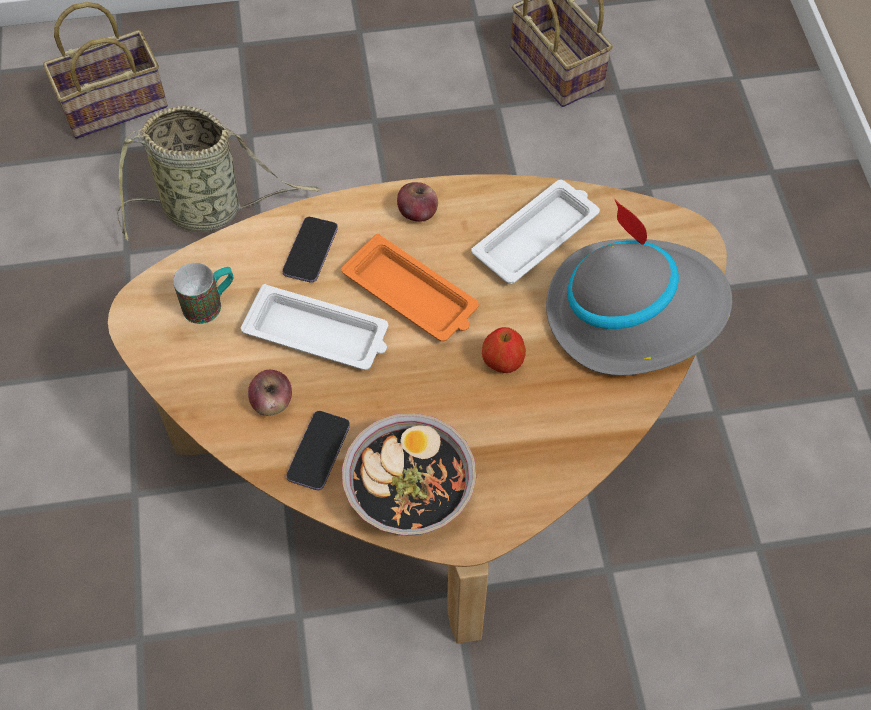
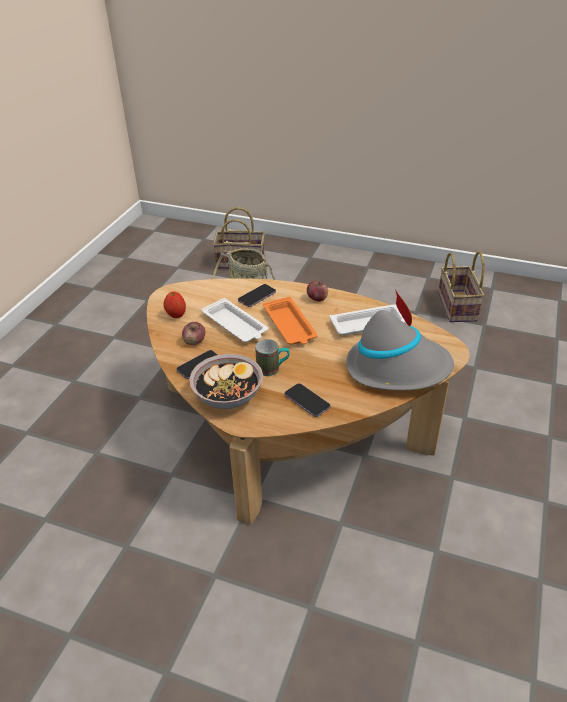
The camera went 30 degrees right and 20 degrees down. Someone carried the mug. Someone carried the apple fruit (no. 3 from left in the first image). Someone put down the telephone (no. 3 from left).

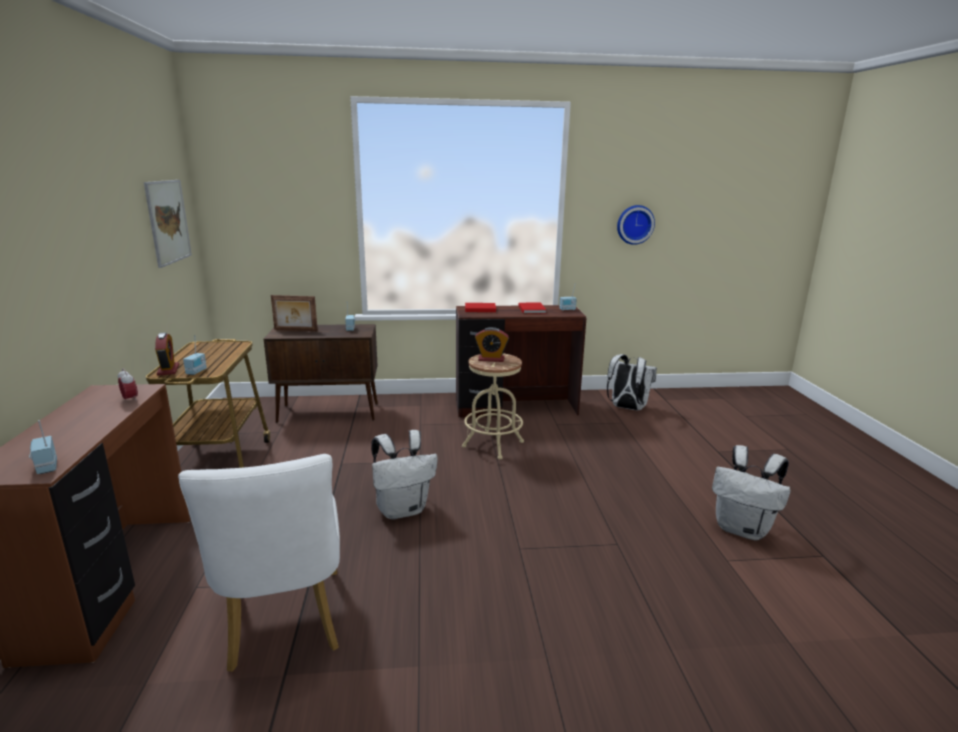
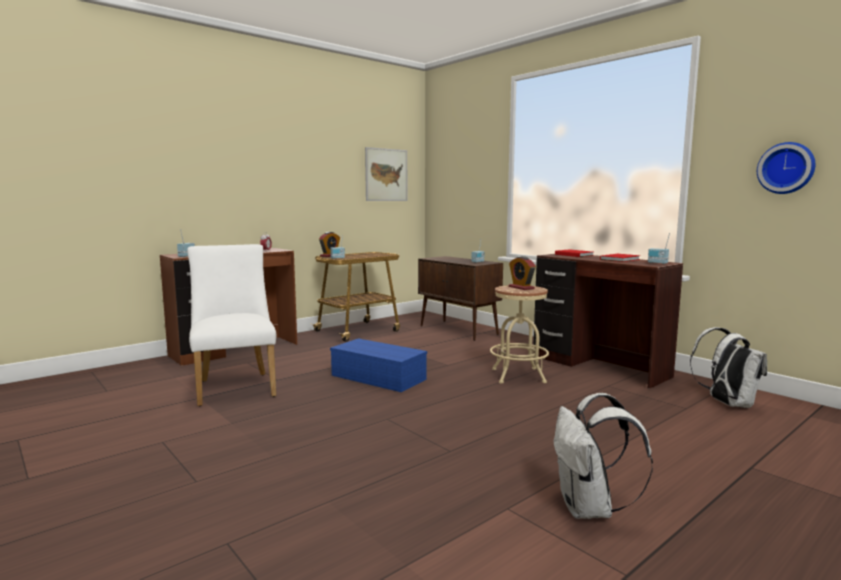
The camera went 55 degrees right and 10 degrees down. Someone rotated the upright chair/whitish by 120 degrees clockwise. Someone took away the photo frame. Someone swapped the rucksack/whitish (no. 1 from left) for the storage box/blue-coloured.

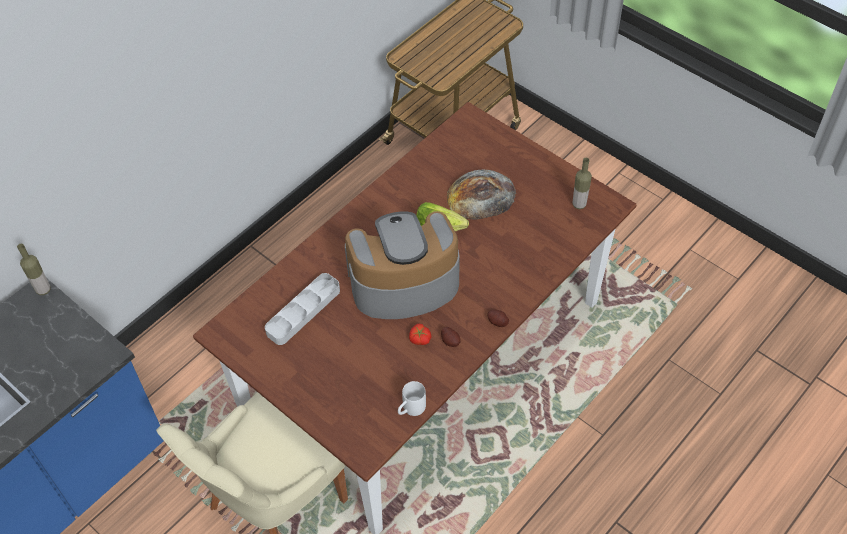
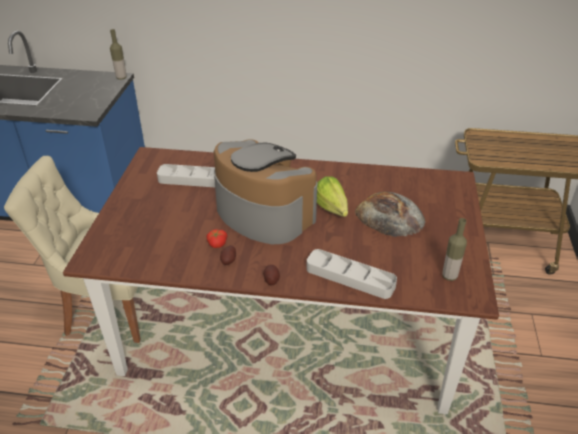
The camera went 55 degrees right and 15 degrees down. Someone took away the mug/whitish. Someone put down the serving tray/gray (no. 2 from left).

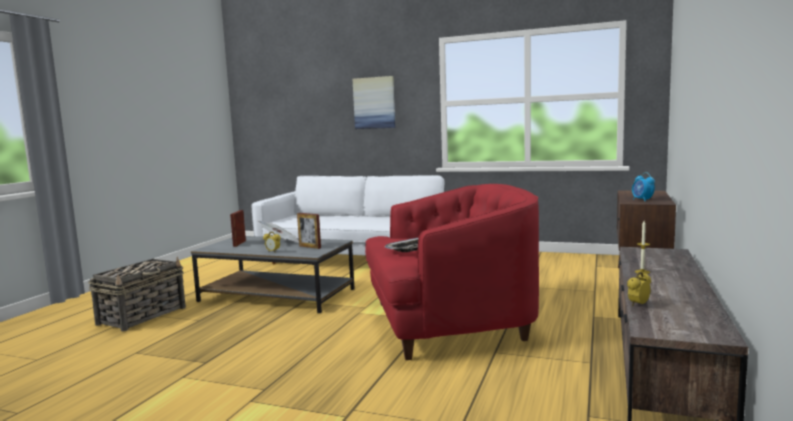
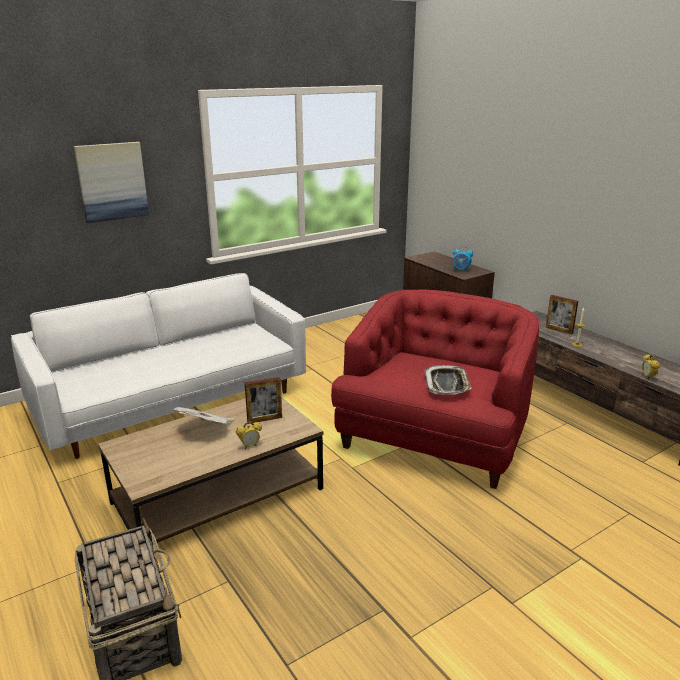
The camera went 55 degrees left and 15 degrees up. Someone repainted the coffee table/gray, which became the coffee table/brown. Someone carried the photo frame (no. 1 from left in the first image).

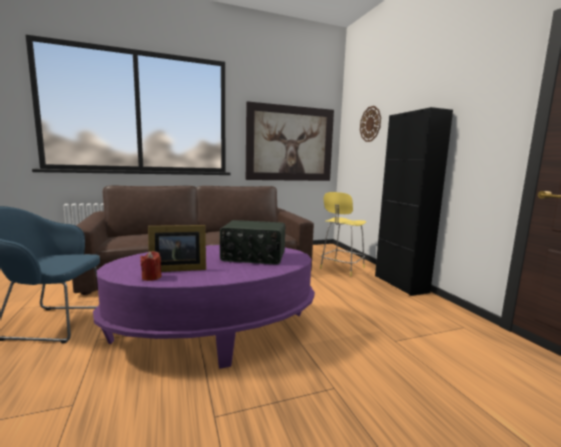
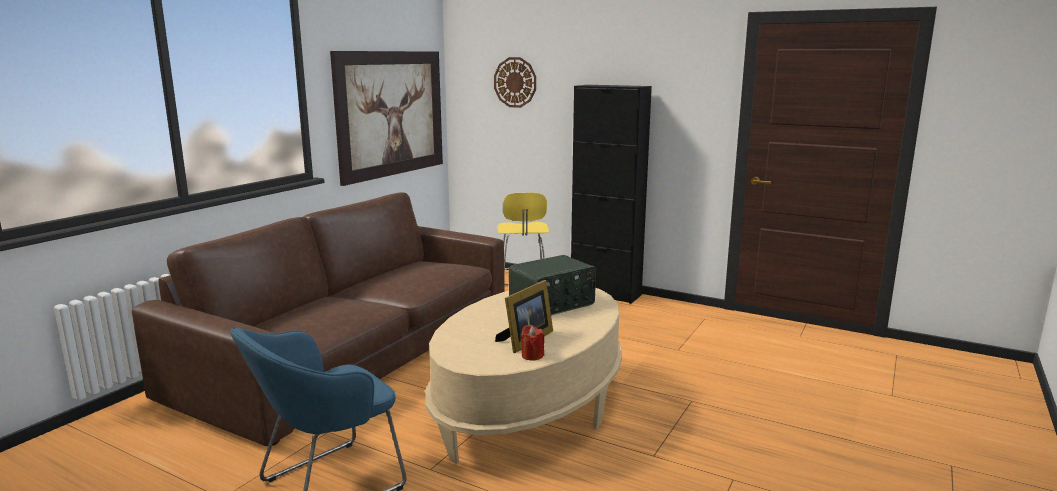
The camera went 40 degrees left and 5 degrees up. Someone repainted the coffee table/purplish, which became the coffee table/sand-coloured.

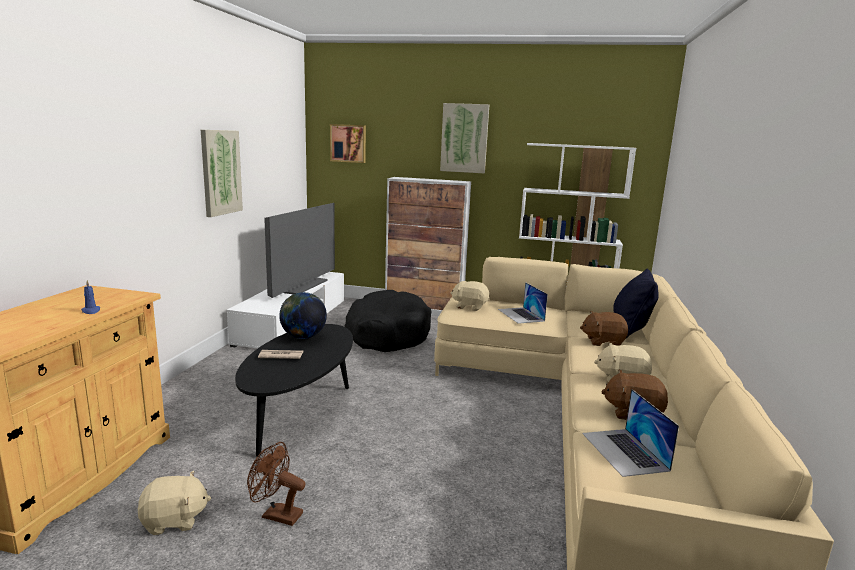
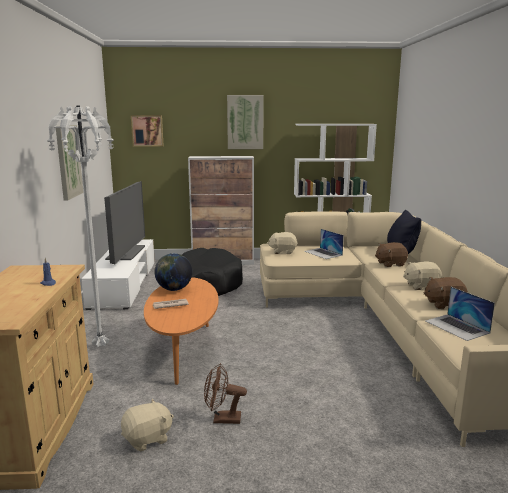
The camera went 15 degrees left and 0 degrees up. Someone repainted the coffee table/blackish, which became the coffee table/orange. Someone put down the floor lamp/whitish.

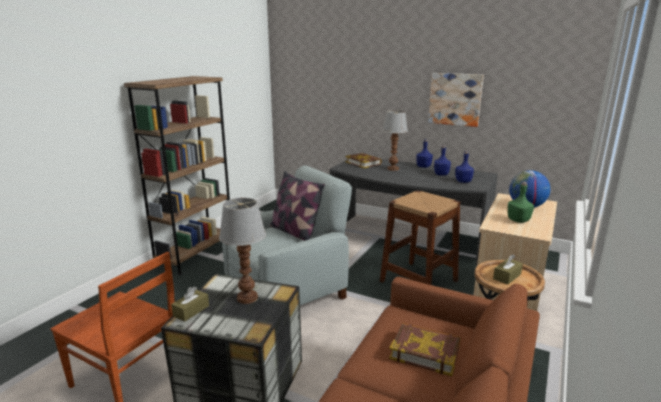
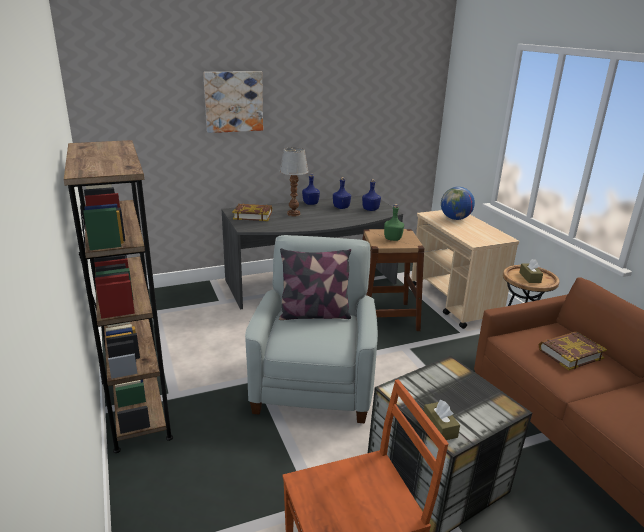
The camera went 50 degrees left and 5 degrees up. Someone took away the table lamp (no. 1 from left). Someone carried the wall art. Someone carried the beverage bottle/greenish.

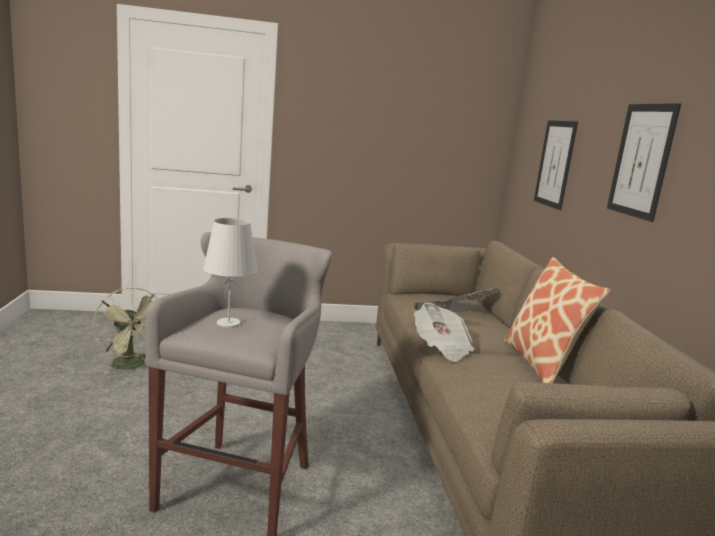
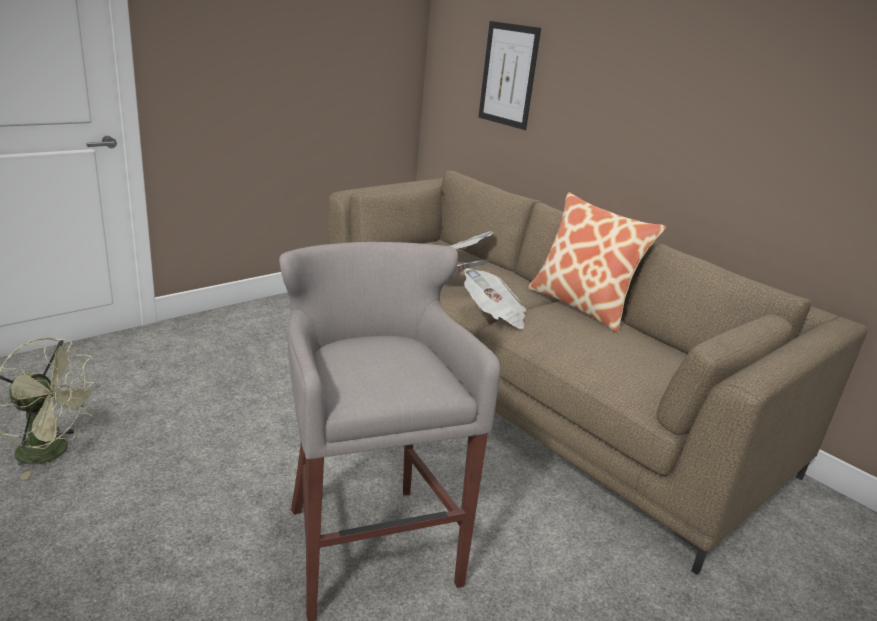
The camera went 35 degrees left and 10 degrees up. Someone took away the table lamp/whitish. Someone took away the wall art (no. 2 from left).

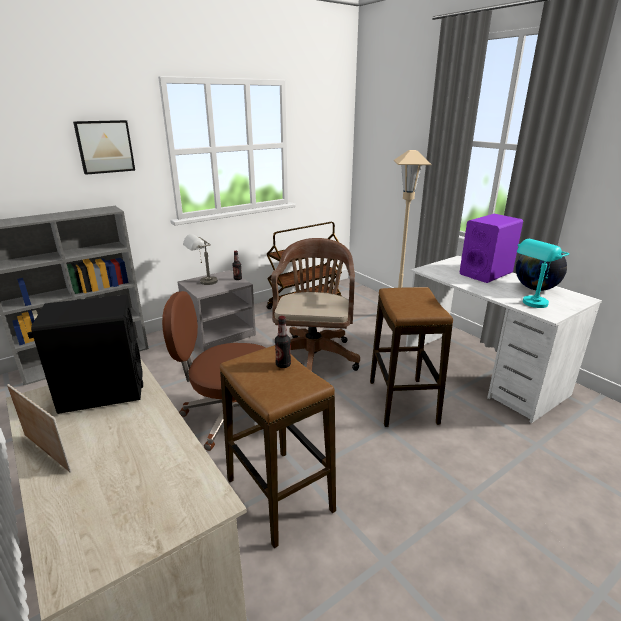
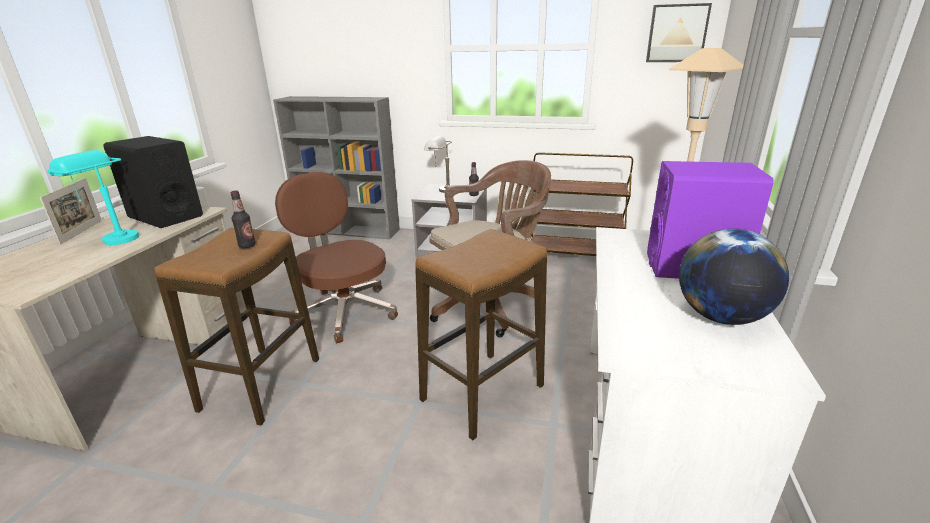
The camera went 50 degrees right and 0 degrees up. Someone carried the wall art. Someone carried the table lamp/turquoise.

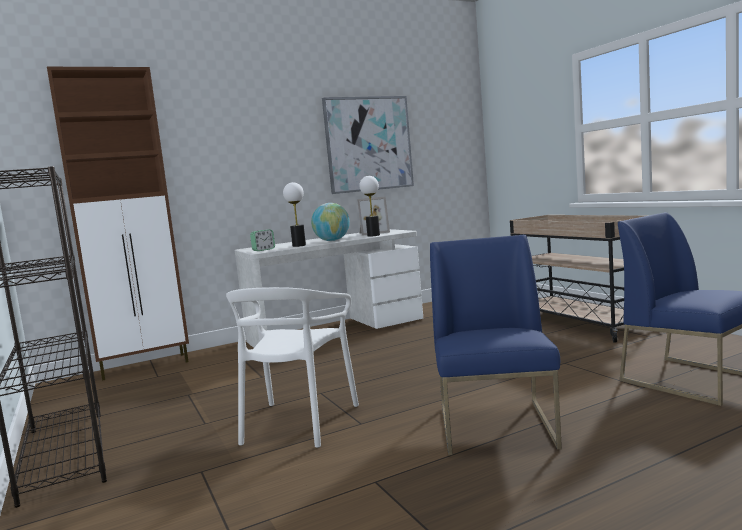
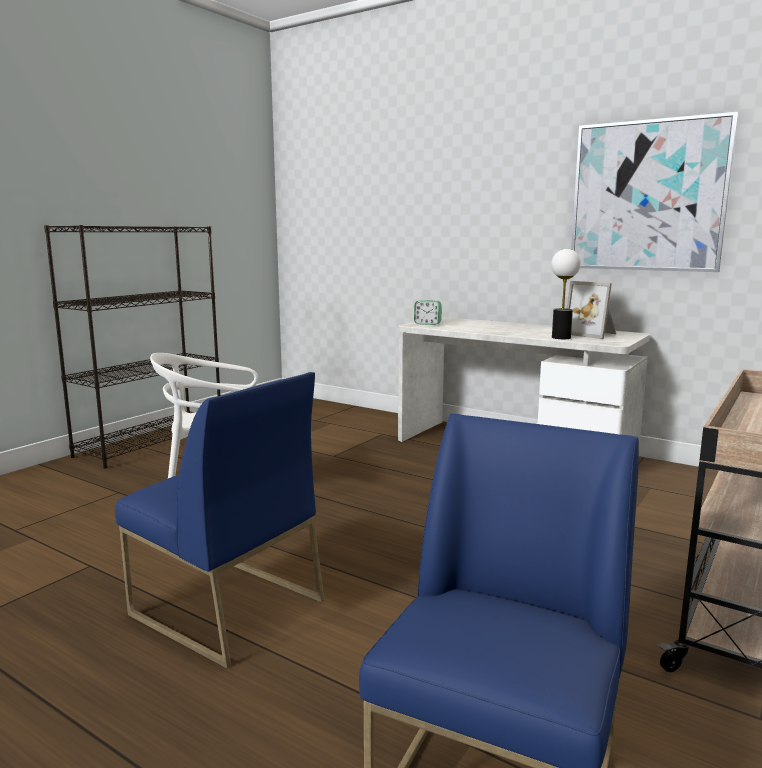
The camera went 60 degrees right and 5 degrees up. Someone took away the storage cabinet/brown. Someone took away the table lamp (no. 1 from left). Someone took away the world globe. Someone rotated the upright chair/blue-coloured (no. 1 from left) by 60 degrees clockwise.

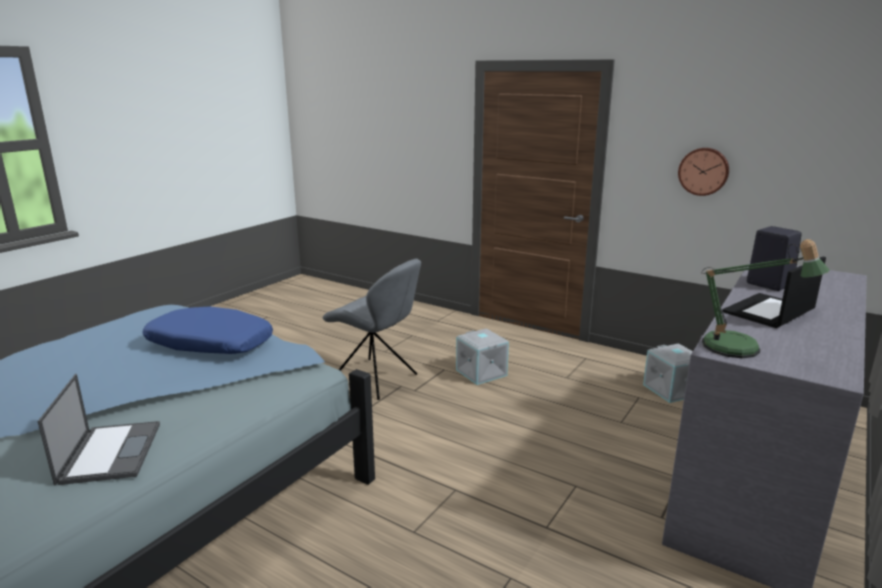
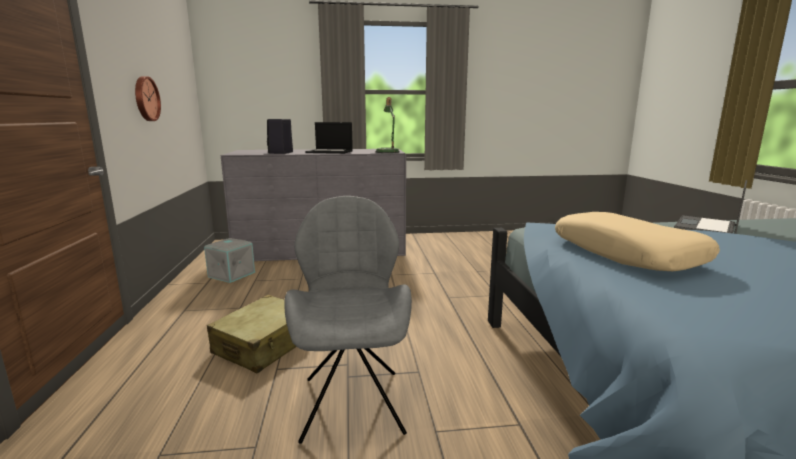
The camera went 130 degrees left and 5 degrees down. Someone repainted the throw pillow/blue-coloured, which became the throw pillow/sand-coloured. Someone swapped the storage box/gray (no. 1 from left) for the suitcase/sand-coloured.

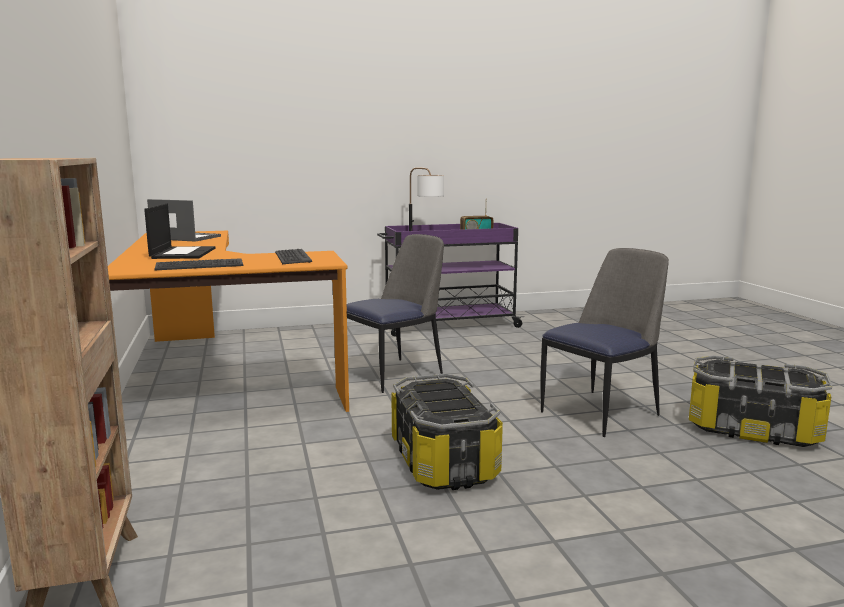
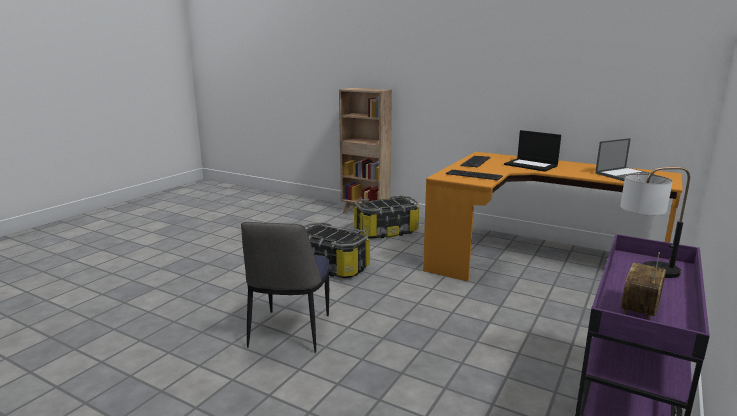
The camera went 135 degrees right and 5 degrees up. Someone took away the upright chair (no. 1 from left). Someone carried the storage box (no. 2 from left).

